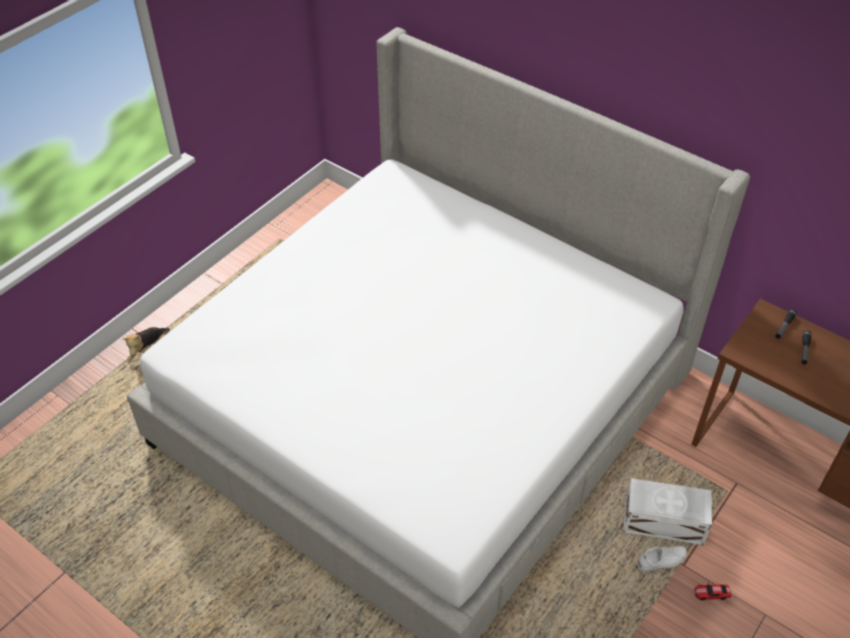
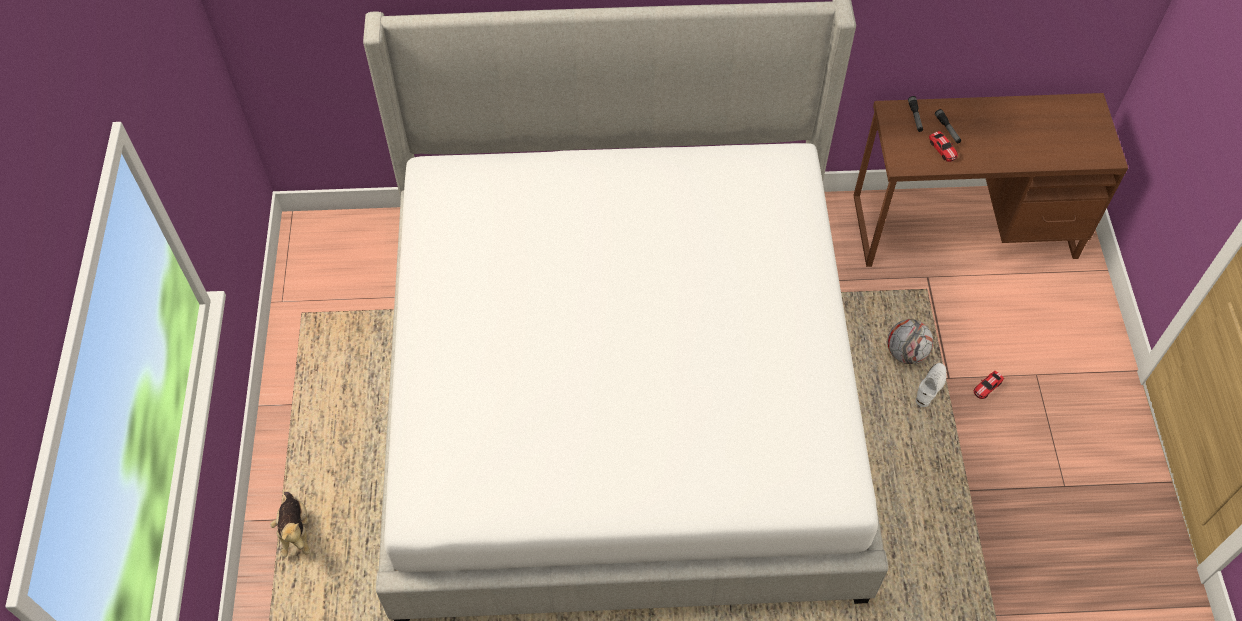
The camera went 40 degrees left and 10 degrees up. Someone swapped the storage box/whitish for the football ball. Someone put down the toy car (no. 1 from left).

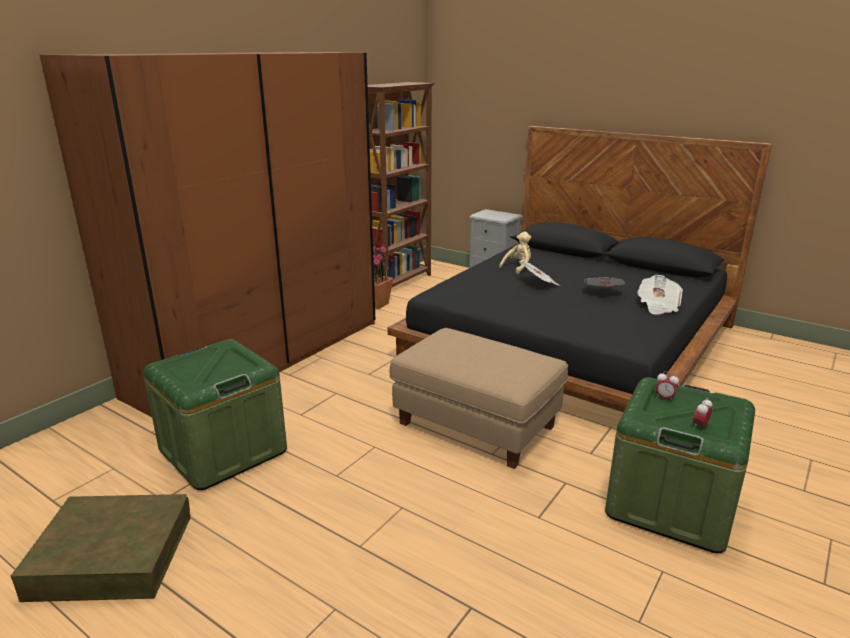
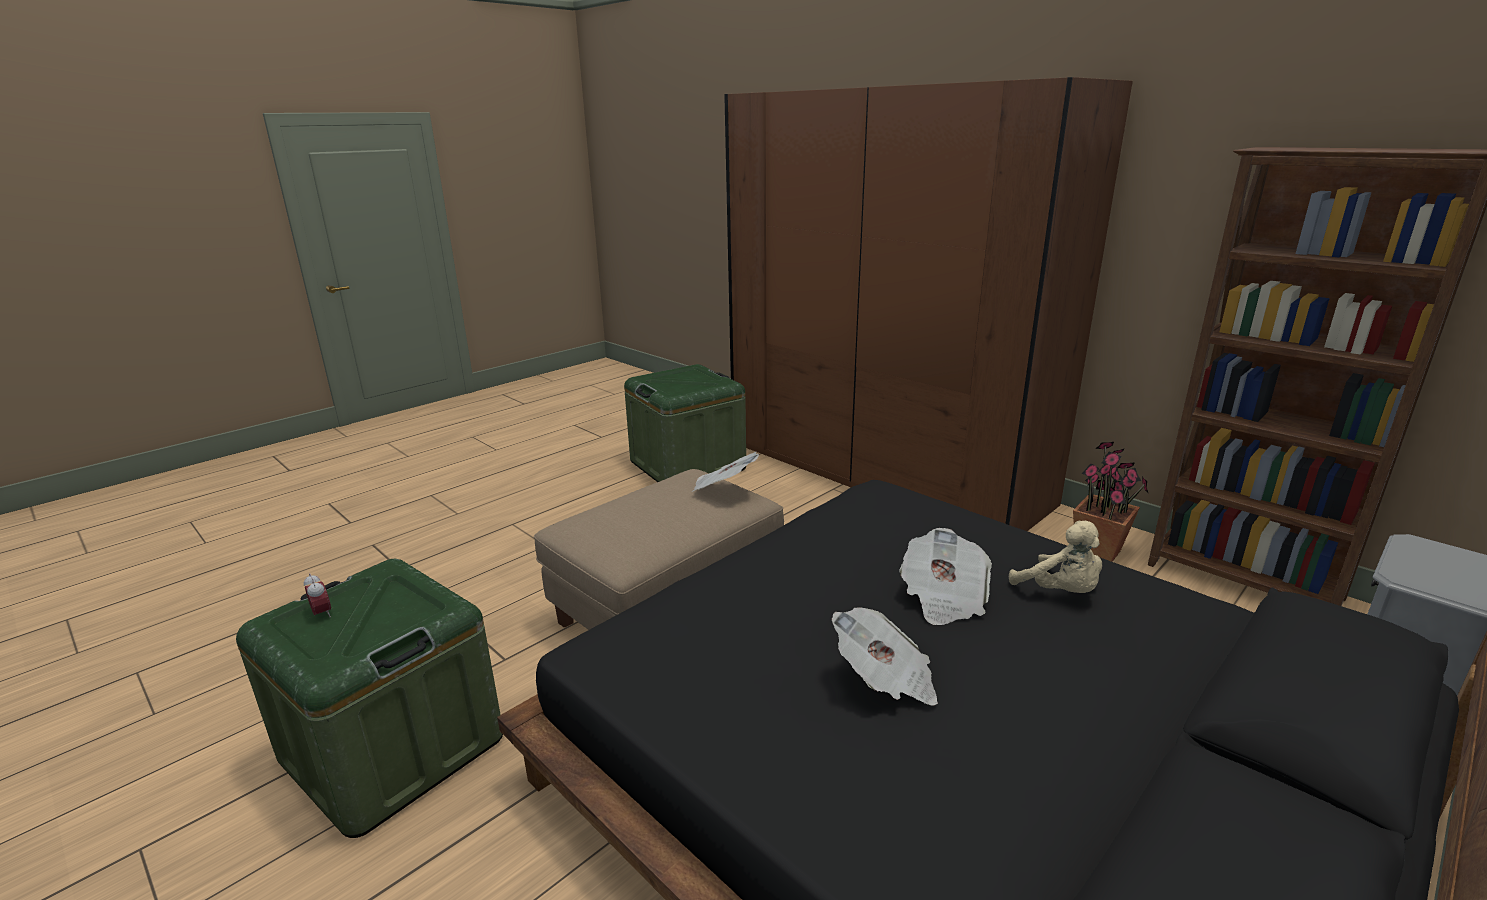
The camera went 100 degrees right and 0 degrees up. Someone took away the storage box/brown. Someone carried the printed paper (no. 3 from left in the first image). Someone took away the alarm clock (no. 1 from left).

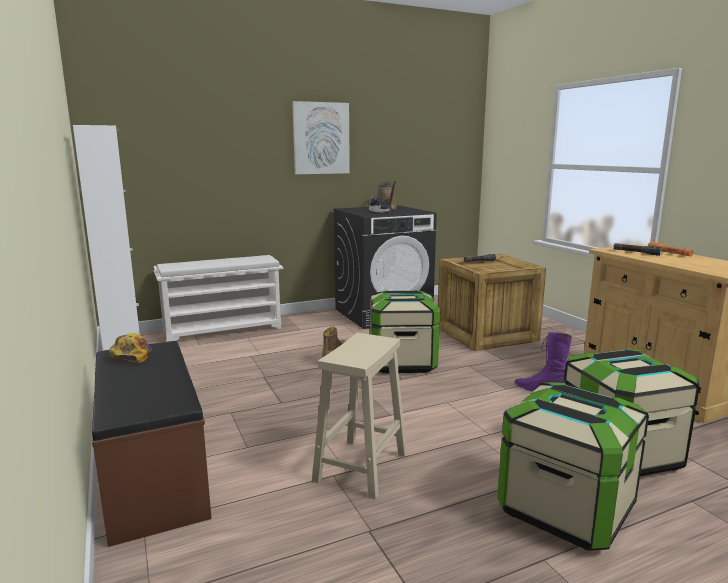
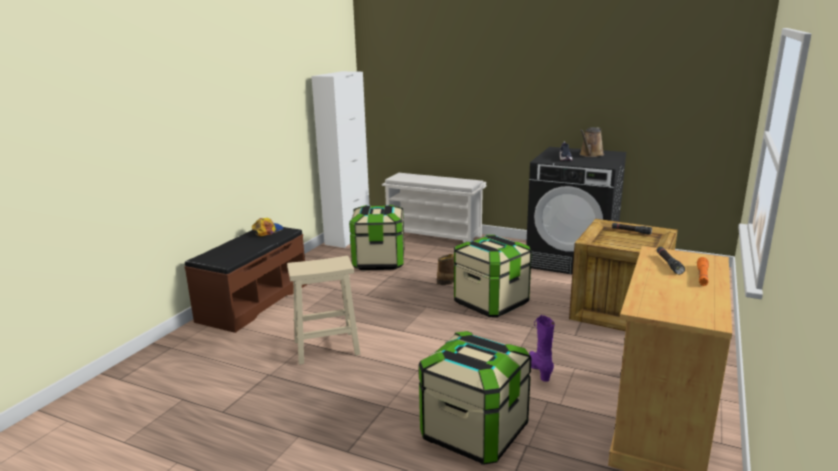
The camera went 50 degrees right and 5 degrees up. Someone took away the wall art. Someone carried the storage box (no. 2 from left in the first image).

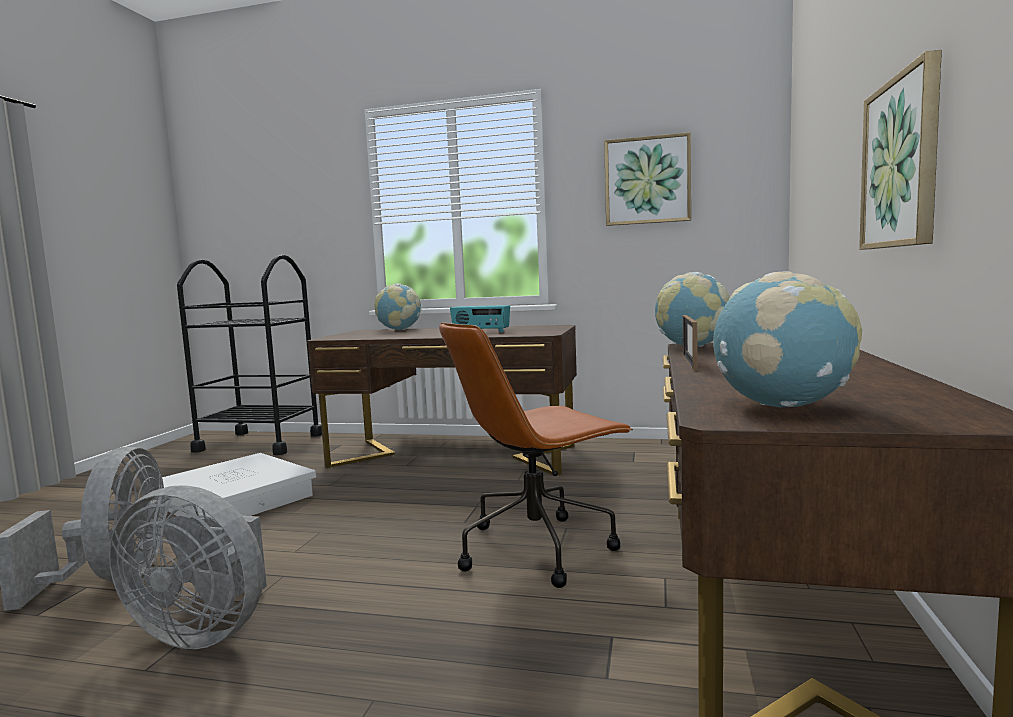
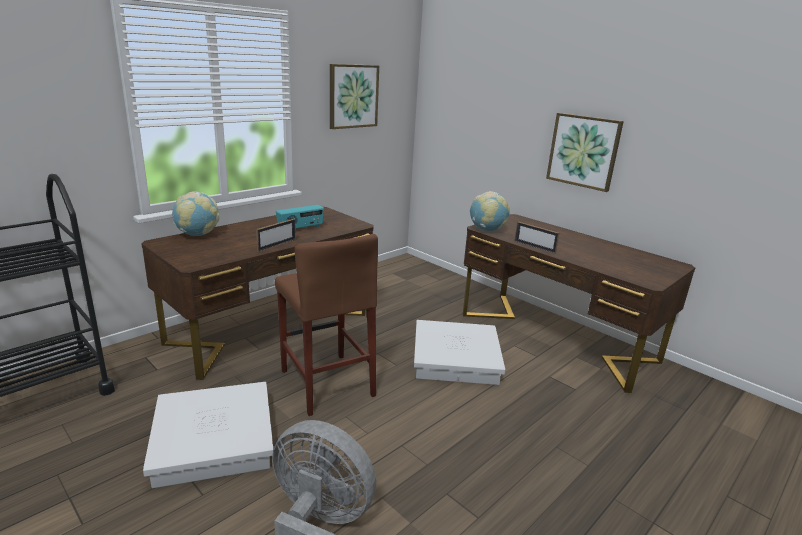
The camera went 60 degrees left and 15 degrees up. Someone took away the cooling fan/gray (no. 2 from left). Someone swapped the computer chair/brown for the storage box/whitish (no. 2 from left). Someone took away the world globe (no. 3 from left). Someone put down the photo frame (no. 1 from left). Someone put down the stool seat/brown.

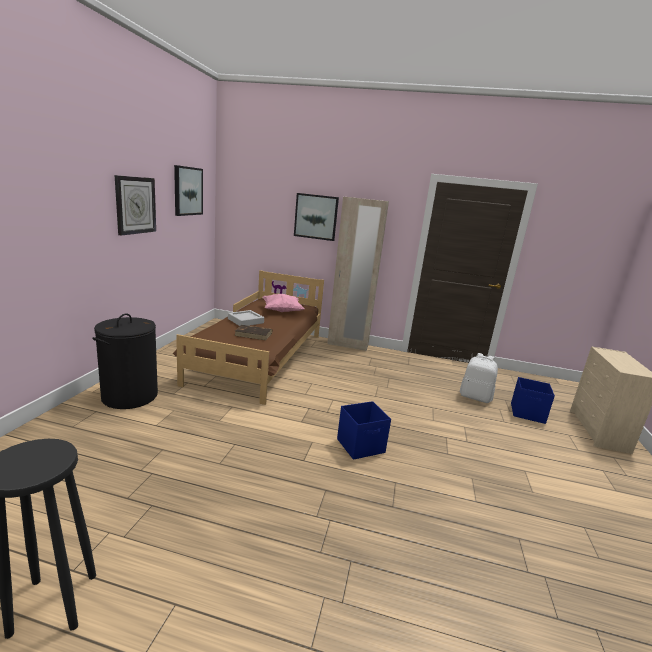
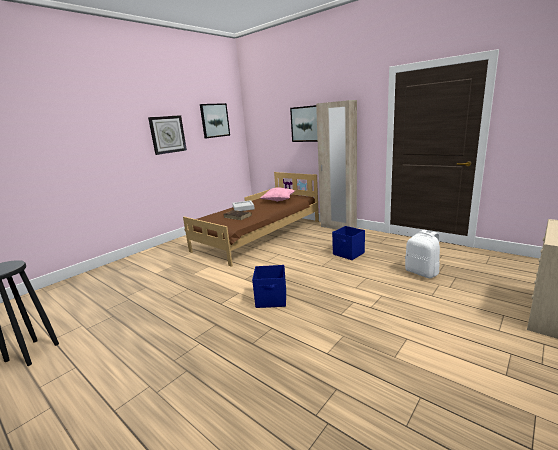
The camera went 30 degrees right and 0 degrees up. Someone took away the laundry basket/blackish. Someone carried the storage box/blue-coloured (no. 2 from left).

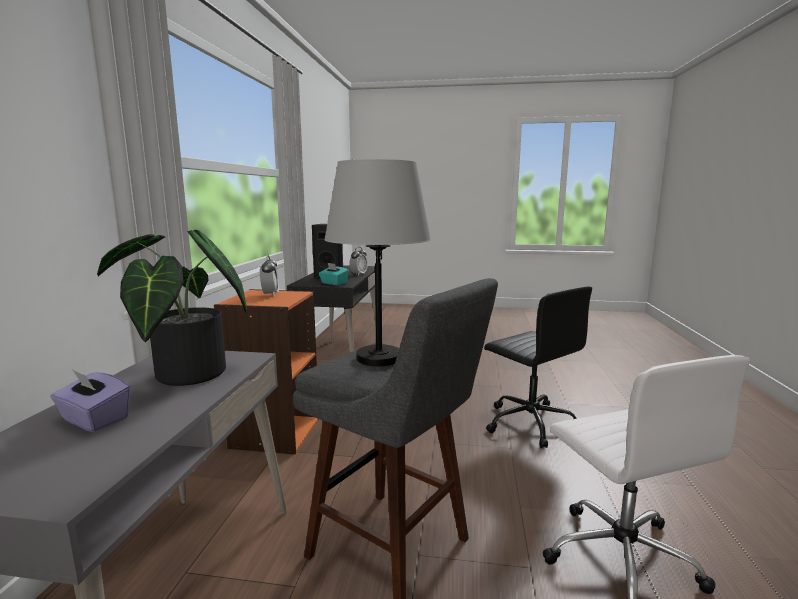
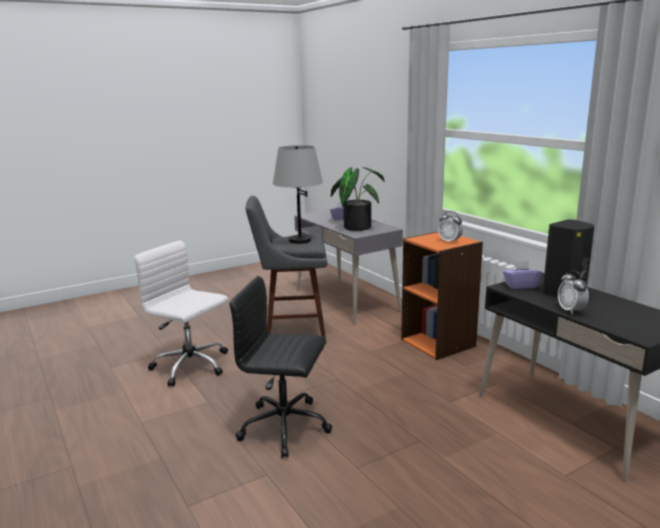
The camera went 140 degrees right and 5 degrees up. Someone repainted the box of tissues/turquoise, which became the box of tissues/purplish (no. 2 from left).

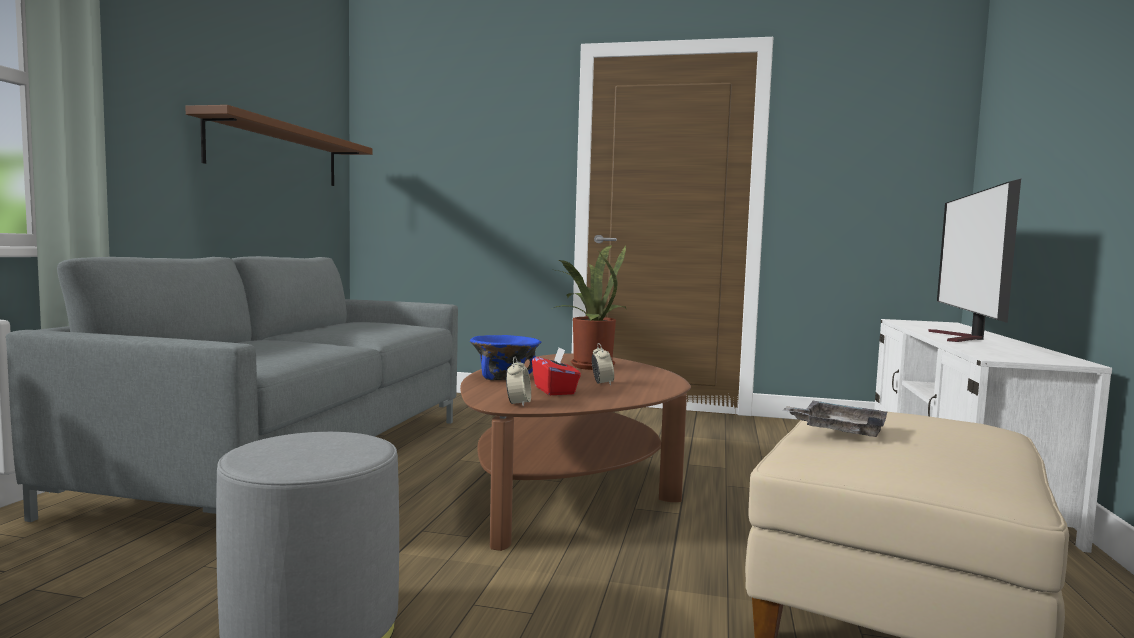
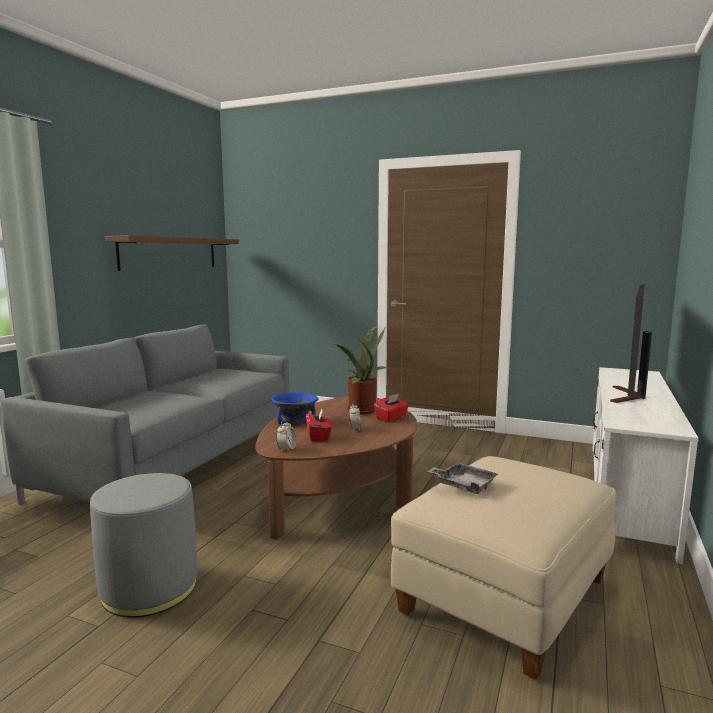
The camera went 10 degrees right and 5 degrees up. Someone put down the box of tissues/red-coloured (no. 2 from left).

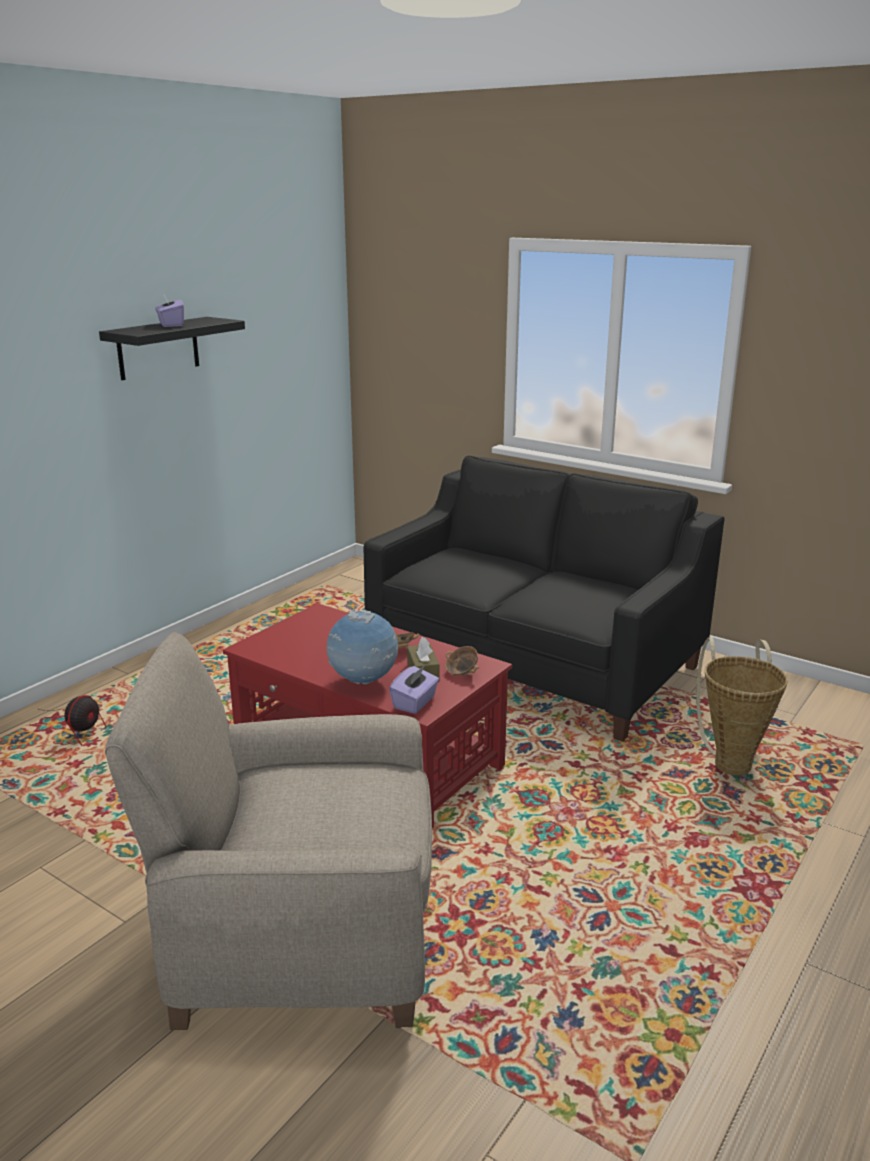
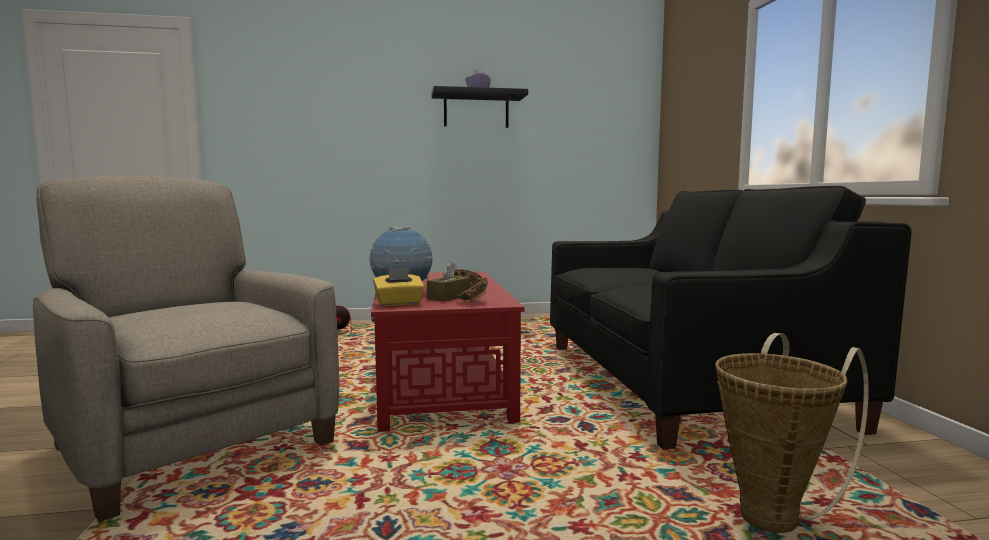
The camera went 45 degrees right and 15 degrees down. Someone repainted the box of tissues/purplish (no. 2 from left), which became the box of tissues/yellowish.

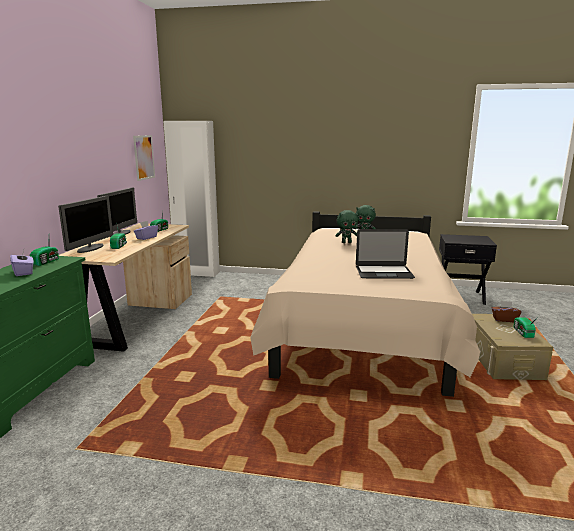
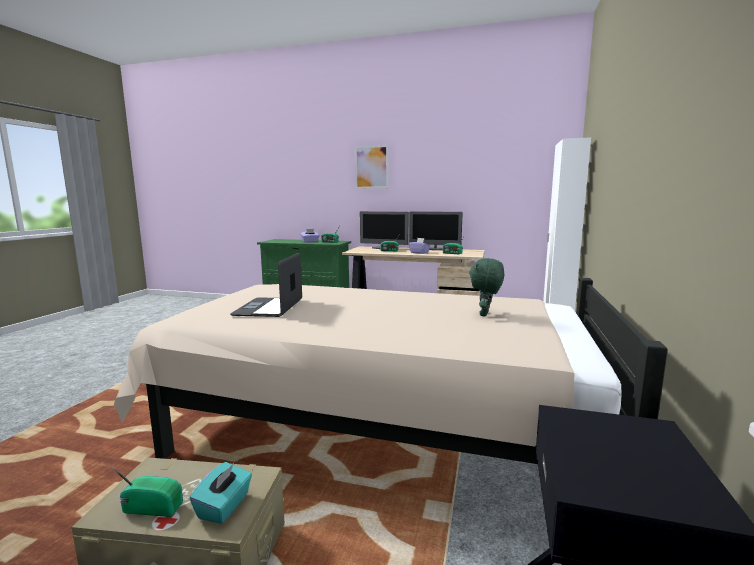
The camera went 95 degrees right and 5 degrees down. Someone carried the wall art. Someone took away the cuddly toy/greenish (no. 1 from left). Someone repainted the box of tissues/brown, which became the box of tissues/turquoise.

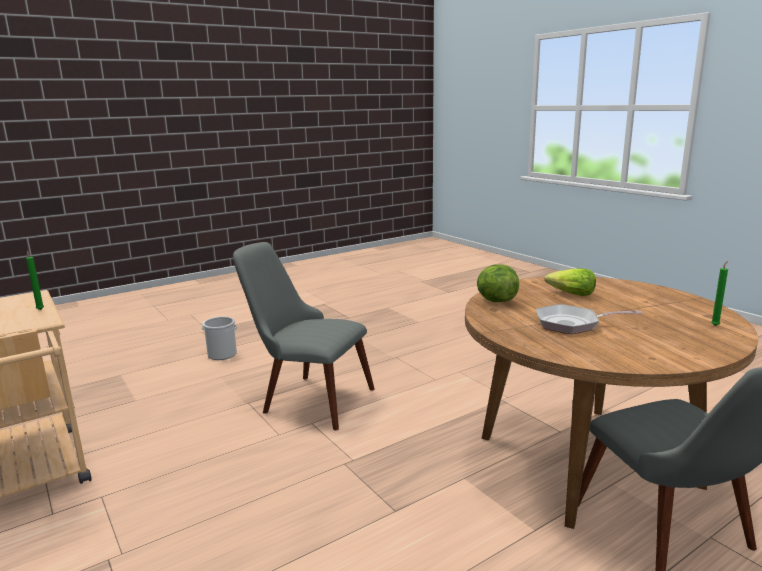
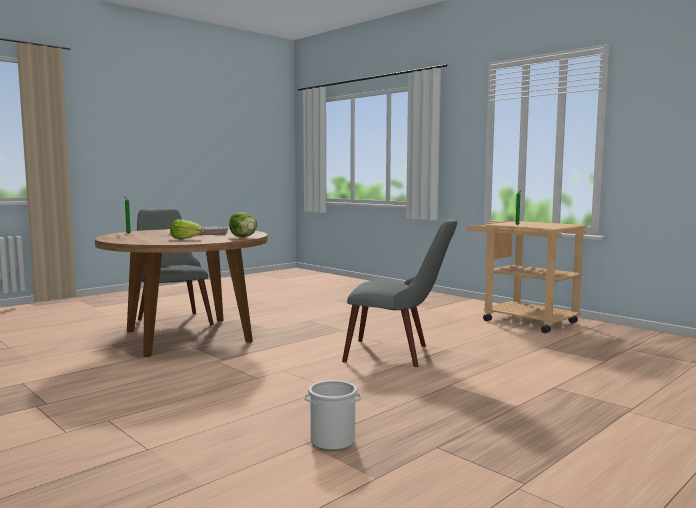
The camera went 170 degrees right and 10 degrees down. Someone carried the water bucket.

